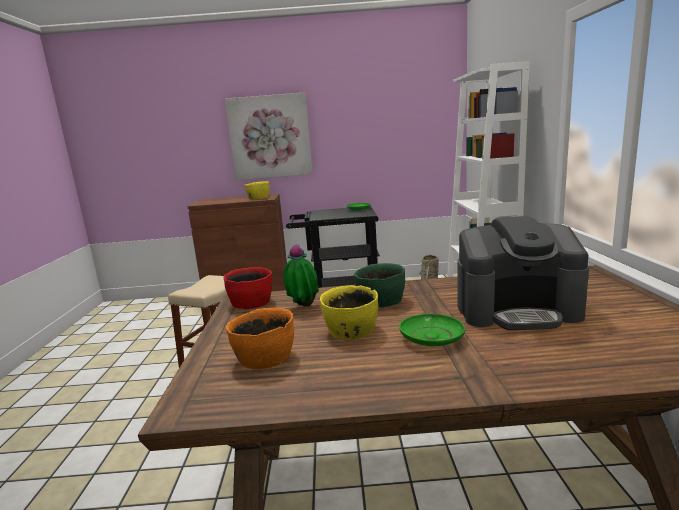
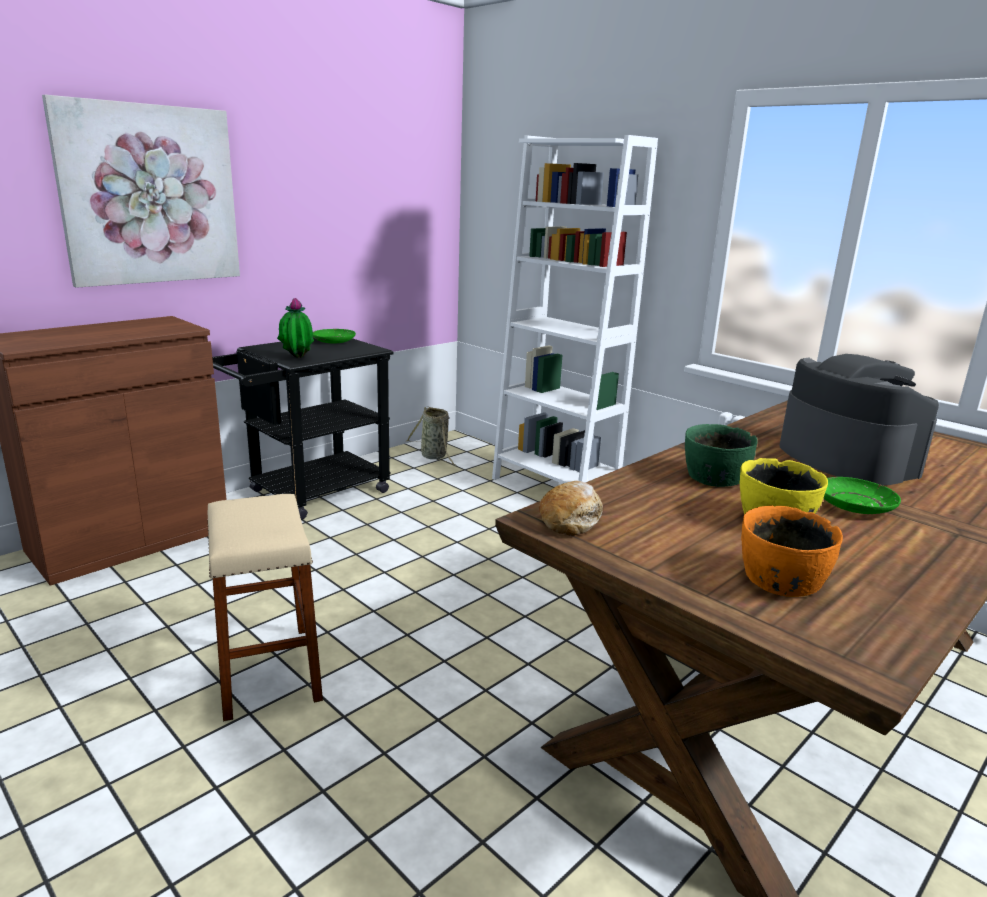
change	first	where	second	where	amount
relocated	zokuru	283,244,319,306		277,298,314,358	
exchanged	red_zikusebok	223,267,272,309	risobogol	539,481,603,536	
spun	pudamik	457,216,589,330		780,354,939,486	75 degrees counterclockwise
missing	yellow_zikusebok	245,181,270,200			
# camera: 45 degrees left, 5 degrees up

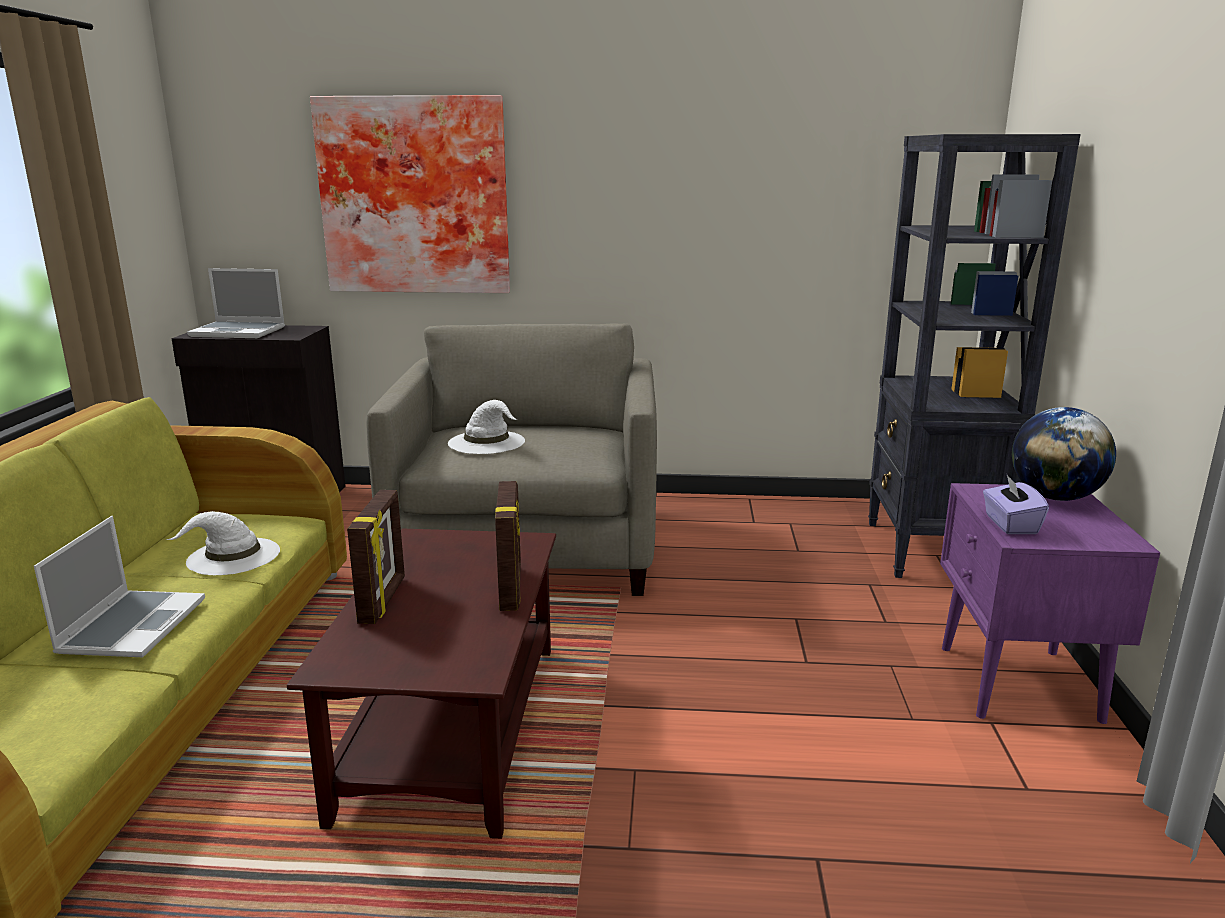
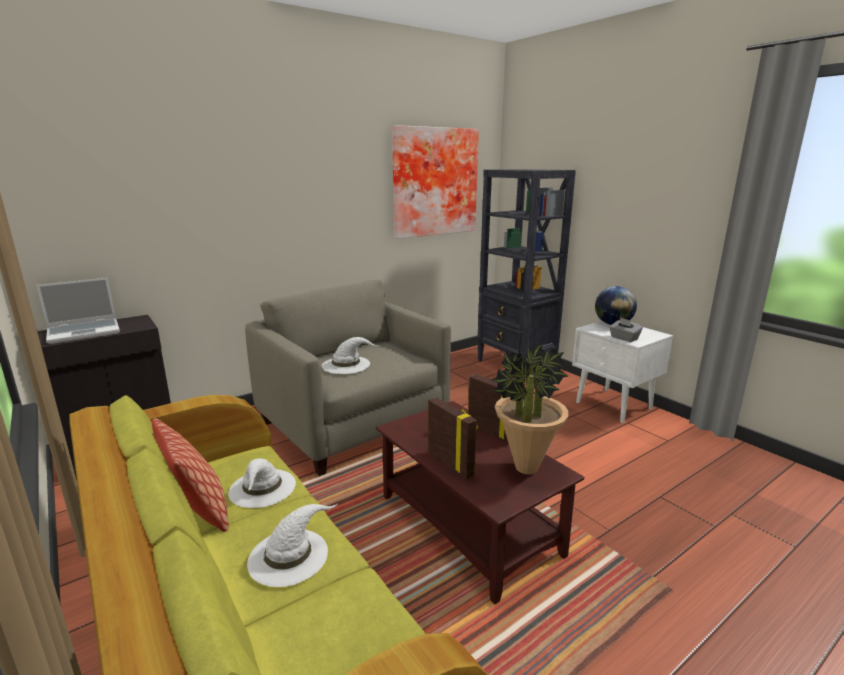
change	first	where	second	where	amount
appeared			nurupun	152,418,229,532	
exchanged	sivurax	34,516,205,657	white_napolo	247,504,337,587	
relocated	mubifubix	310,95,510,293		392,125,479,239	
appeared			zokuru	491,343,569,474	
colour	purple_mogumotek	940,483,1160,724	white_mogumotek	572,321,673,423	
colour	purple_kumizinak	983,475,1049,534	grey_kumizinak	609,318,643,342	
# camera: 40 degrees left, 0 degrees up

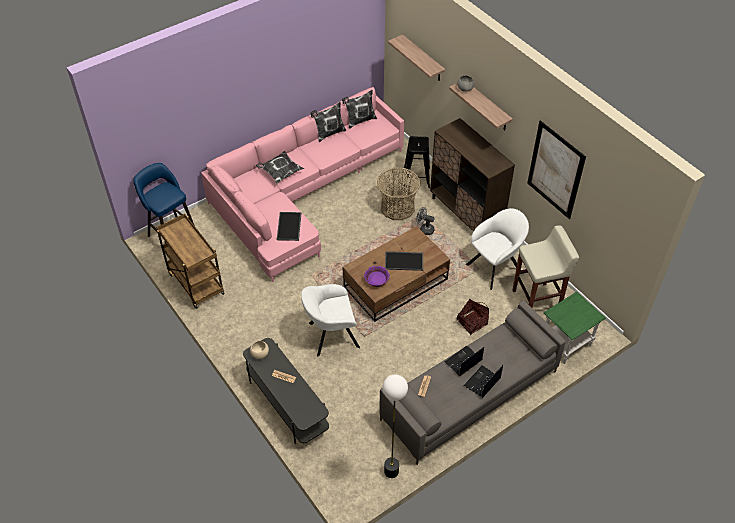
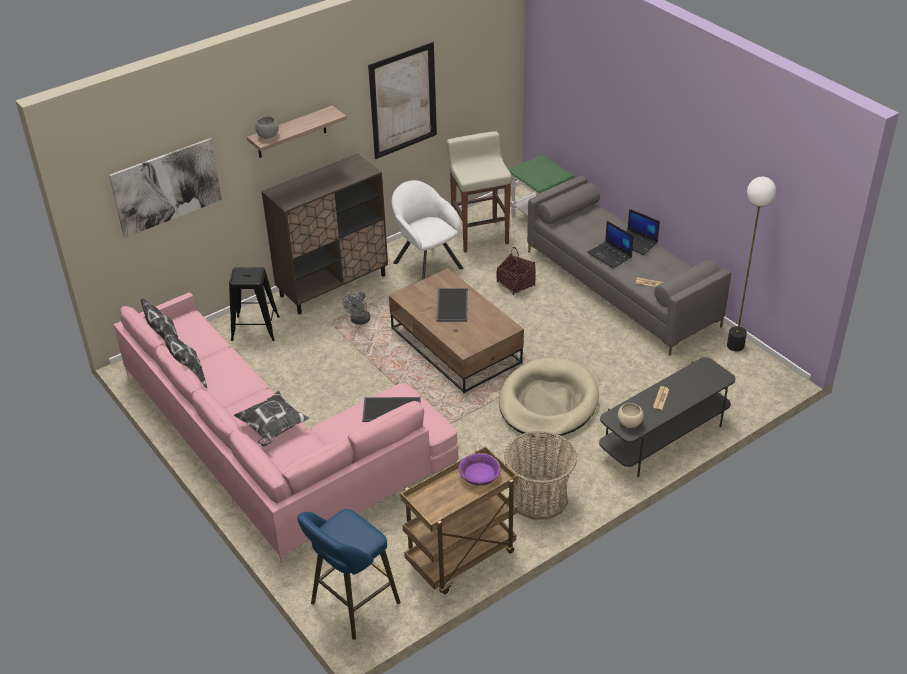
change	first	where	second	where	amount
exchanged	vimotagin	388,34,445,81	mubifubix	109,138,222,238	
relocated	purple_zikusebok	364,266,390,287		458,453,501,486	
exchanged	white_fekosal	301,284,360,356	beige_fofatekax	499,358,599,438	
relocated	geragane	377,167,420,220		504,431,577,520	
# camera: 90 degrees left, 10 degrees down

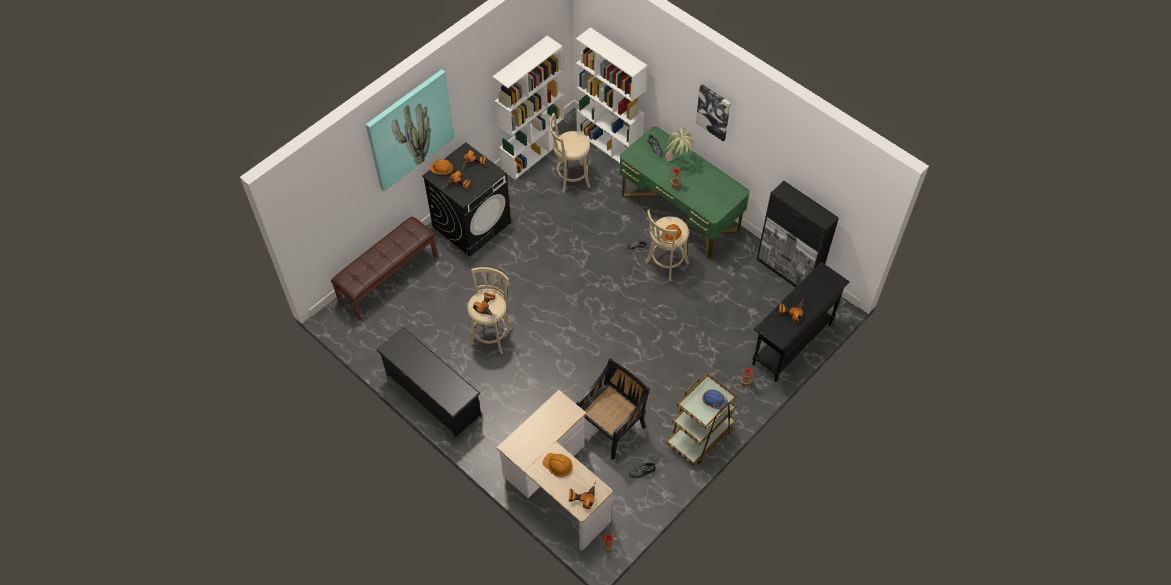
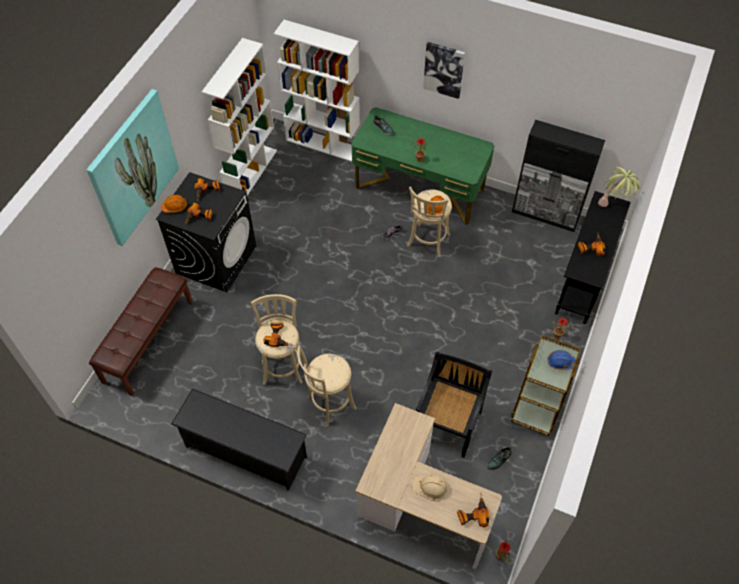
change	first	where	second	where	amount
relocated	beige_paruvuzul	549,113,590,193		297,345,356,426	
colour	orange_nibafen	542,453,573,477	beige_nibafen	413,474,449,501	
relocated	zokuru	665,127,694,161		598,167,640,207	
# camera: 20 degrees left, 0 degrees up

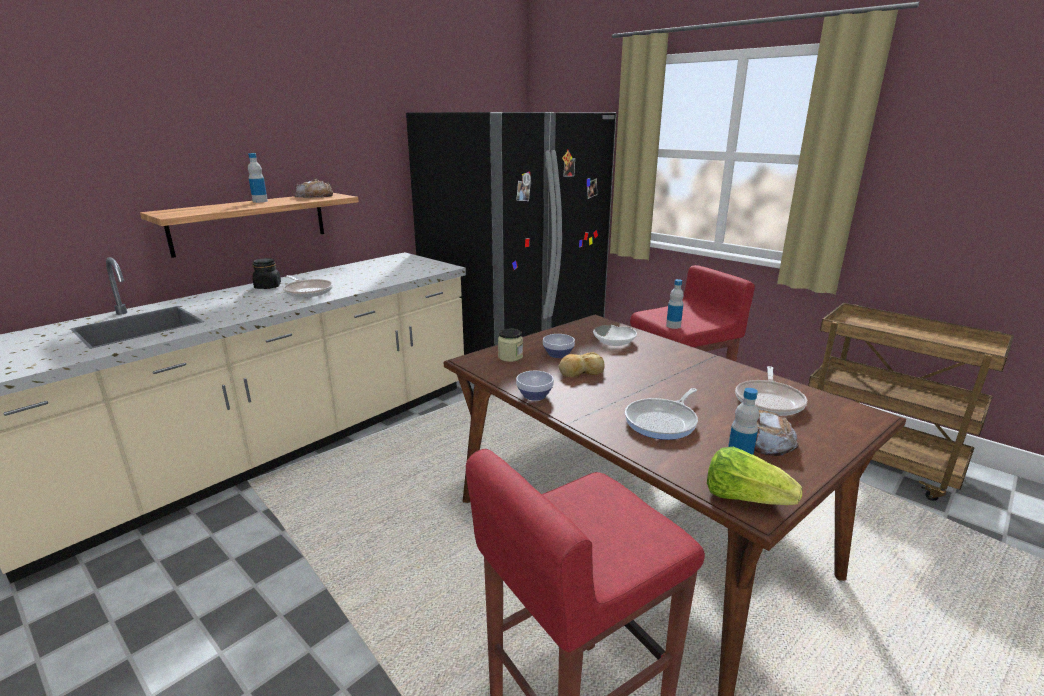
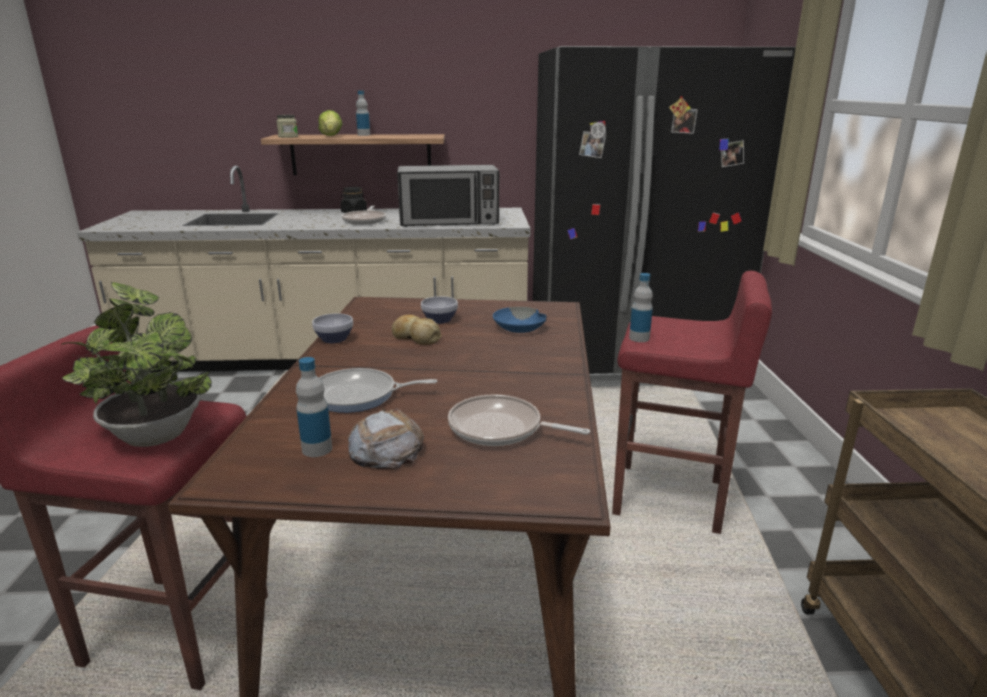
change	first	where	second	where	amount
appeared			zokuru	61,282,212,447	
relocated	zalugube	498,329,523,362		276,115,298,138	
relocated	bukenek	707,447,802,505		318,110,343,136	
appeared			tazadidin	397,165,499,227	
spun	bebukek	735,366,807,416		448,394,590,446	45 degrees clockwise
colour	white_zikusebok	593,325,637,346	blue_zikusebok	493,307,547,333	
missing	risobogol	295,179,333,198			
# camera: 45 degrees right, 0 degrees up

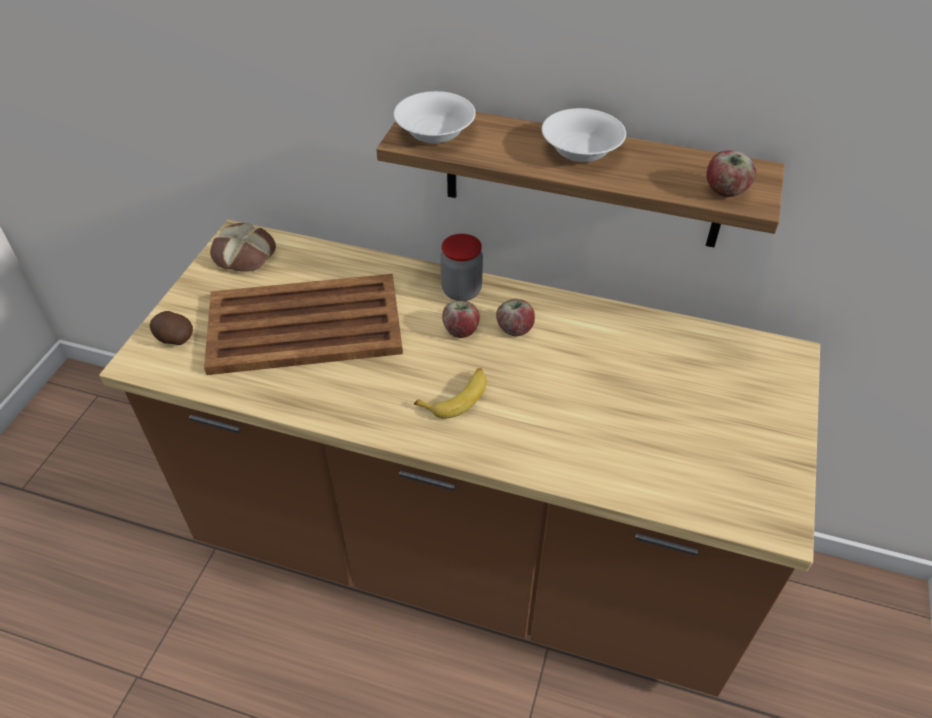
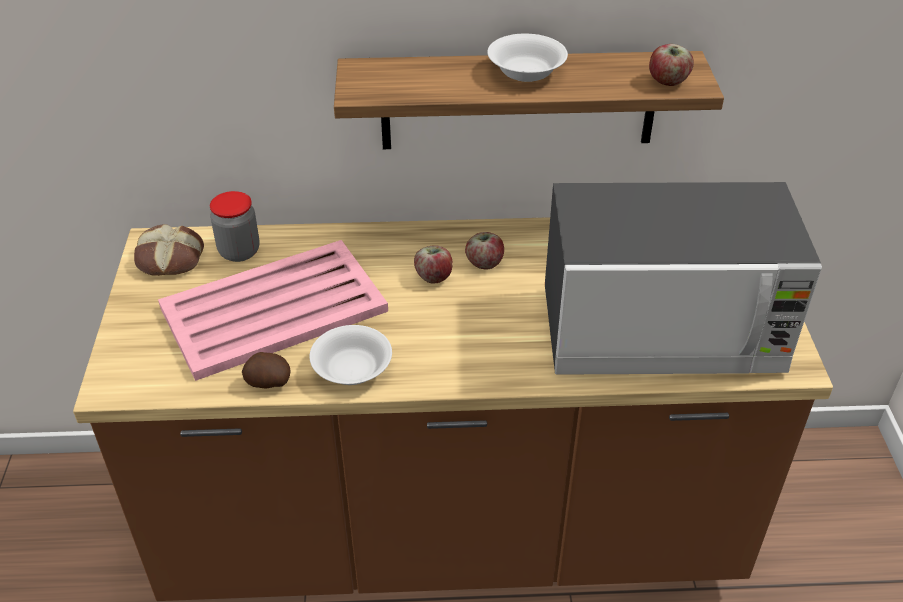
change	first	where	second	where	amount
colour	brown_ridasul	204,274,403,375	pink_ridasul	158,240,388,381	
relocated	zalugube	440,234,483,301		210,191,260,262	
relocated	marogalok	150,311,193,345		242,352,291,388	
relocated	white_zikusebok	394,91,476,143		309,325,392,385	
appeared			tazadidin	545,182,822,375	
missing	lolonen	414,368,487,418			
# camera: 20 degrees left, 5 degrees down

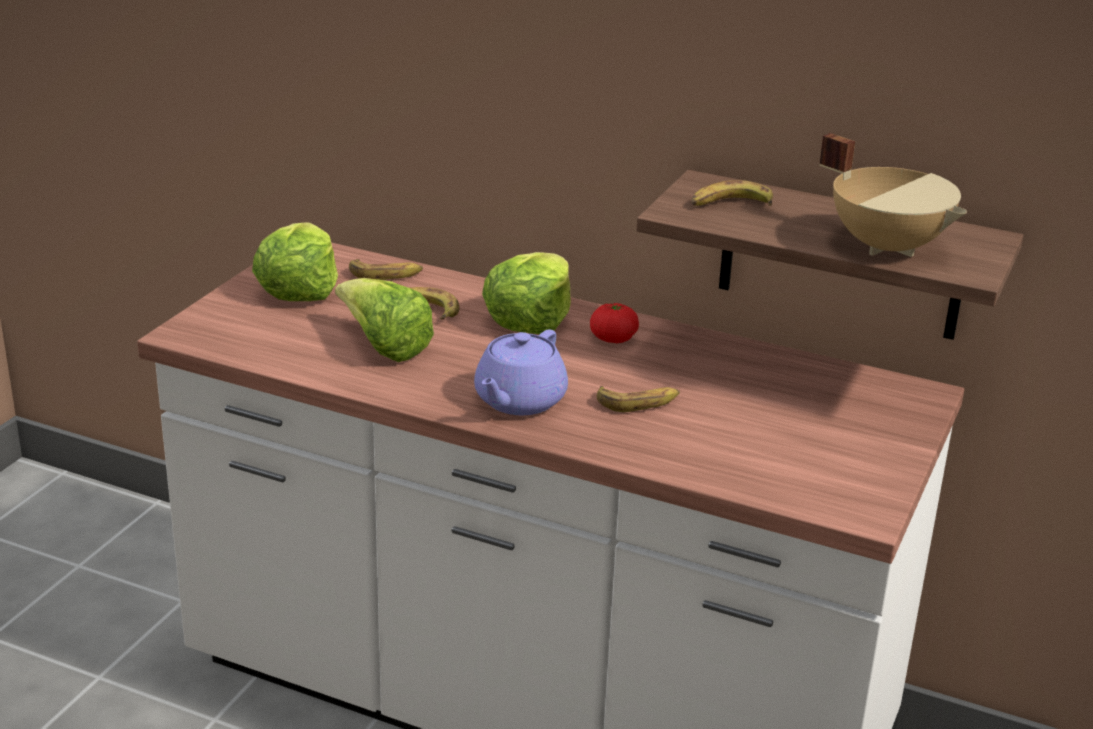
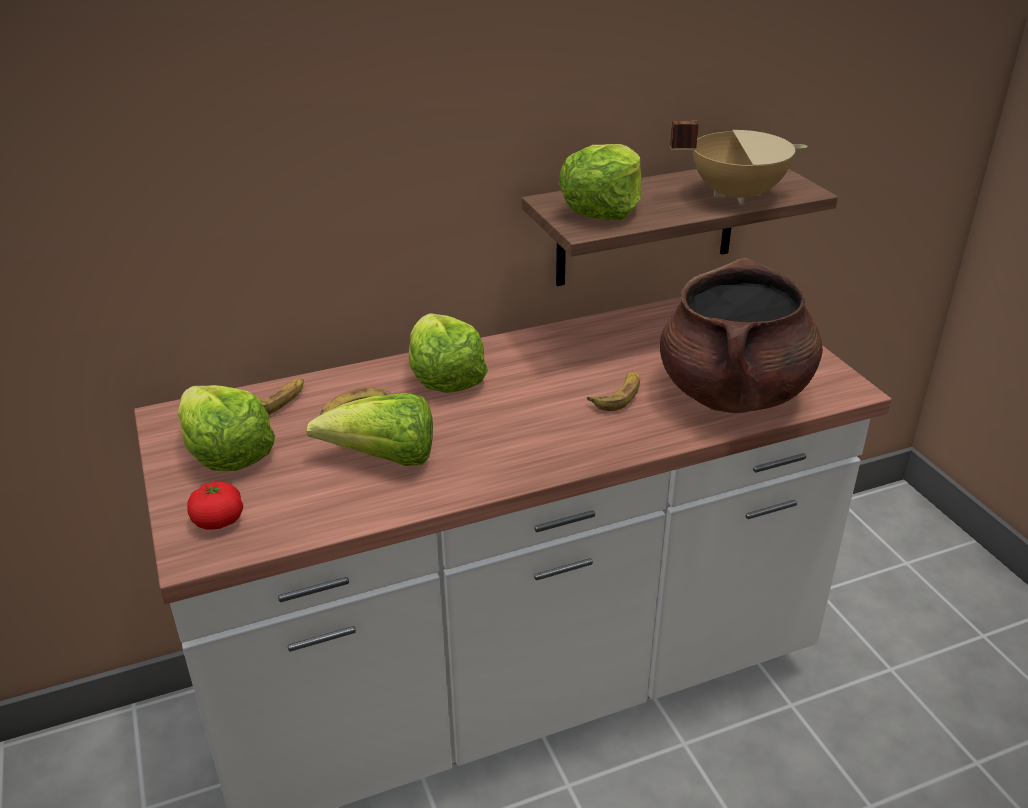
change	first	where	second	where	amount
relocated	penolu	590,303,639,343		187,482,243,530	
exchanged	lolonen	692,180,773,206	bukenek	558,144,642,220	
appeared			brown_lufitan	660,258,823,413	
missing	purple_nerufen	474,329,568,415			
# camera: 45 degrees left, 5 degrees up

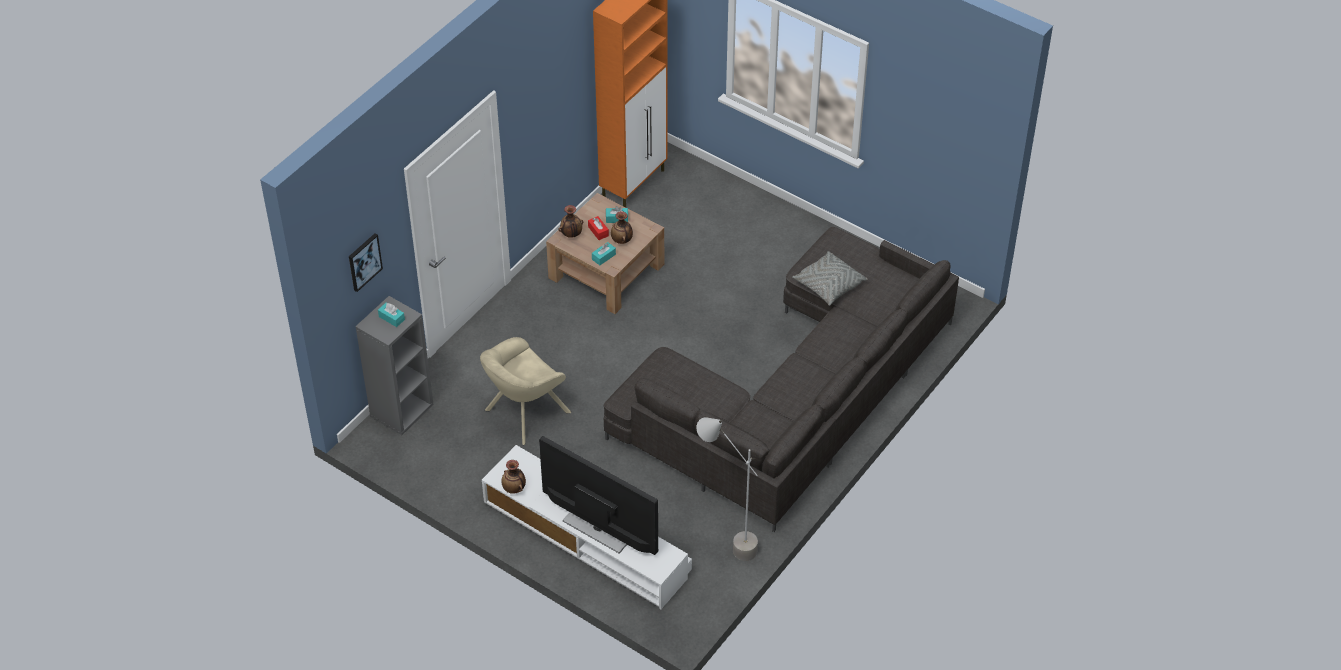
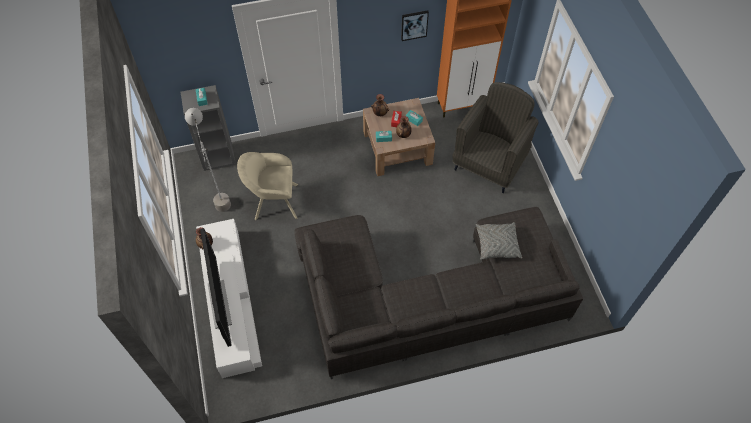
change	first	where	second	where	amount
relocated	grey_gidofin	696,417,758,561		185,108,231,212	
relocated	mubifubix	349,233,383,292		401,10,429,41	
appeared			grey_fekosal	452,82,539,193	
# camera: 40 degrees right, 10 degrees up

